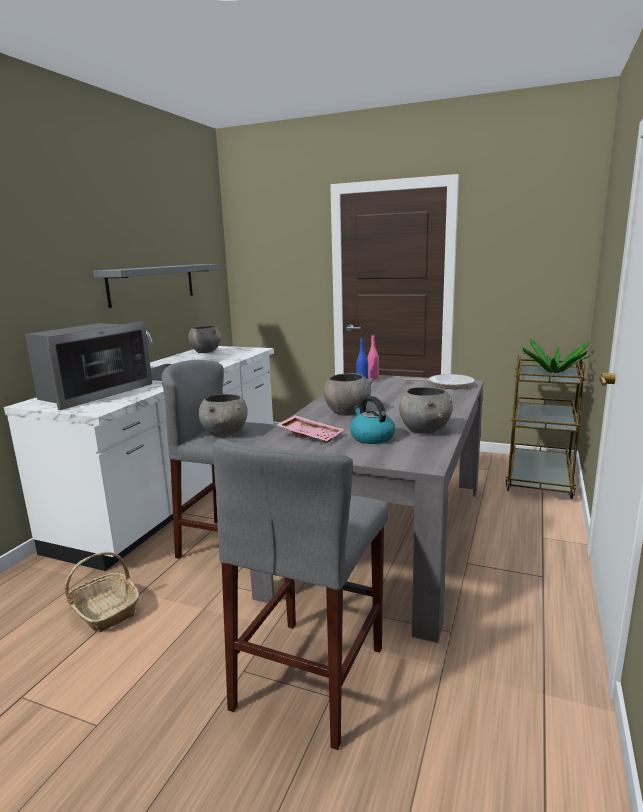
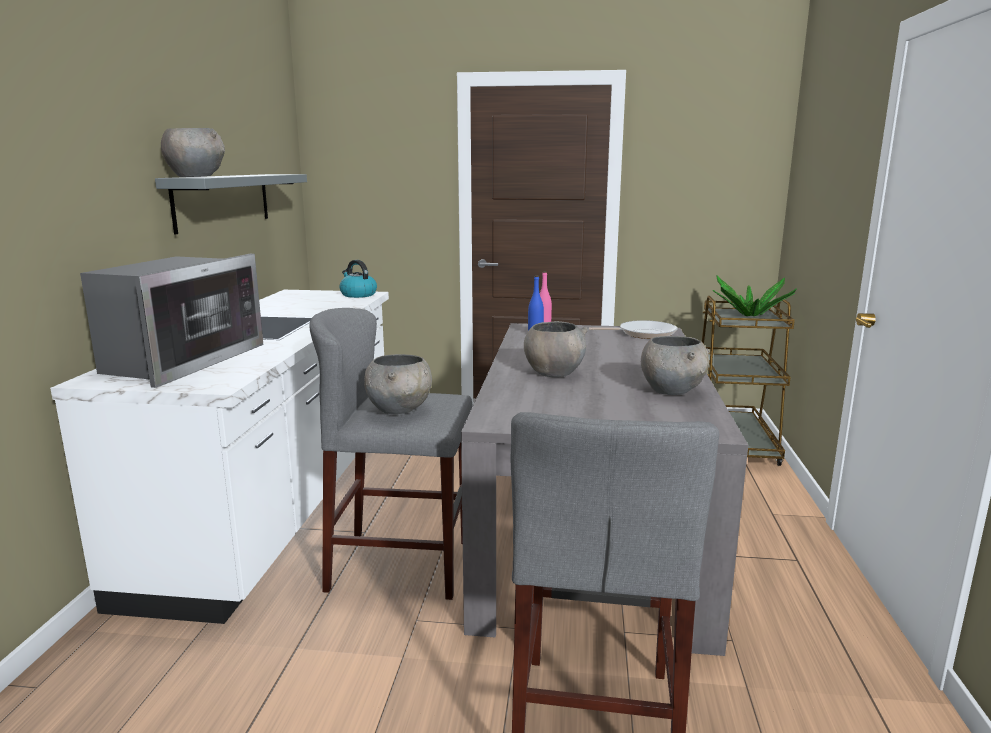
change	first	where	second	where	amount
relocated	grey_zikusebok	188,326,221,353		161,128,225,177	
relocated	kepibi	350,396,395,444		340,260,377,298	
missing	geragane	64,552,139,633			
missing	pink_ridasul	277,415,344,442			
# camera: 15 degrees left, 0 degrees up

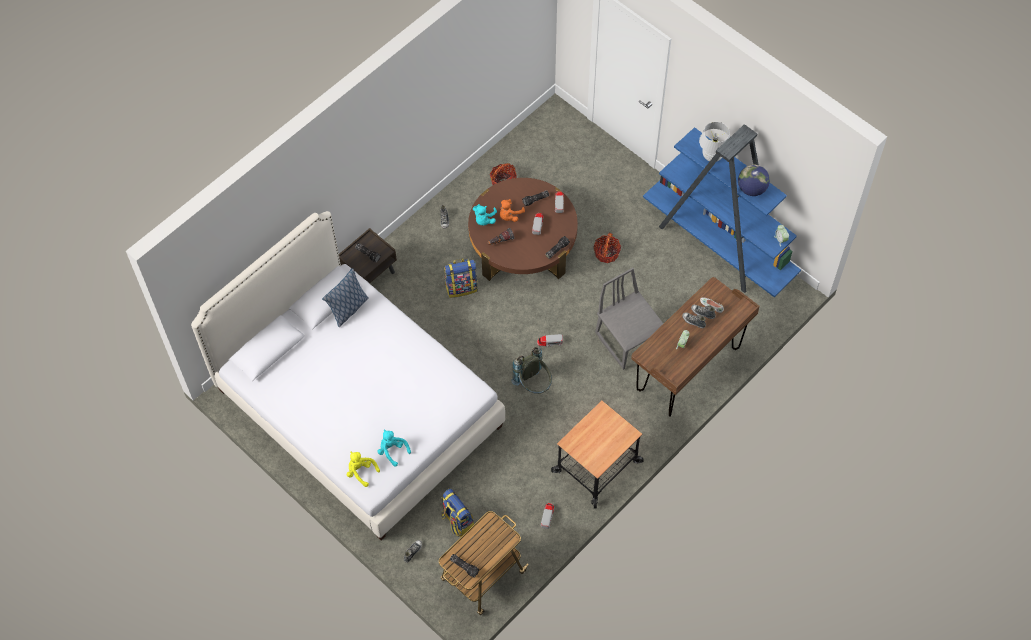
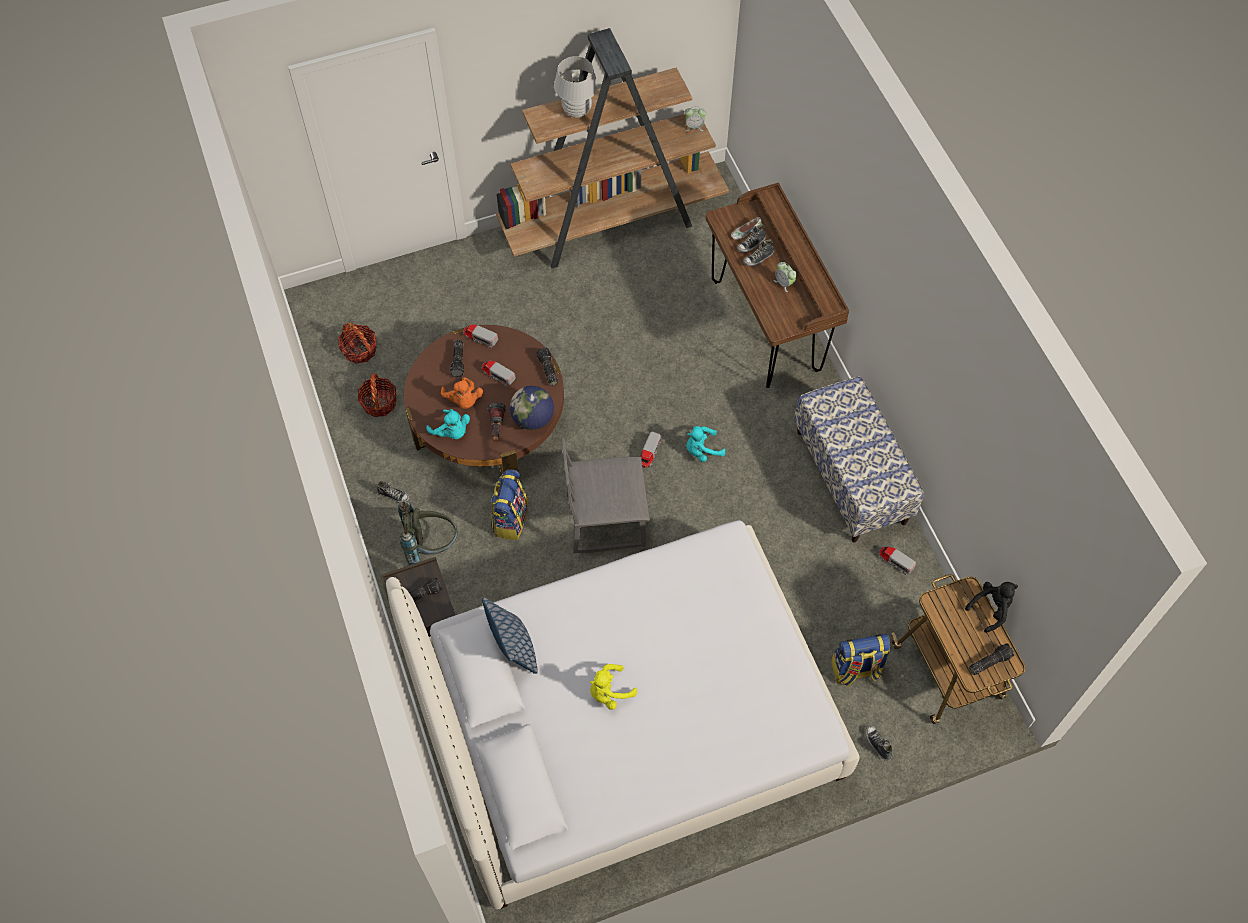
change	first	where	second	where	amount
relocated	geragane	593,233,621,263		338,323,376,364	
relocated	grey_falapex	511,347,552,394		398,501,458,566	
colour	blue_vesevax	643,124,801,297	brown_vesevax	496,28,729,268	
relocated	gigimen	738,165,770,196		510,386,554,430	
relocated	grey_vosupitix	595,268,663,370		561,437,650,553	
relocated	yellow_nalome	347,452,380,487		590,664,637,710	
relocated	turquoise_nalome	377,430,411,467		686,426,726,462	
exchanged	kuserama	551,400,644,508	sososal	794,376,924,543	
appeared			black_nalome	965,582,1018,633	
# camera: 65 degrees left, 0 degrees up

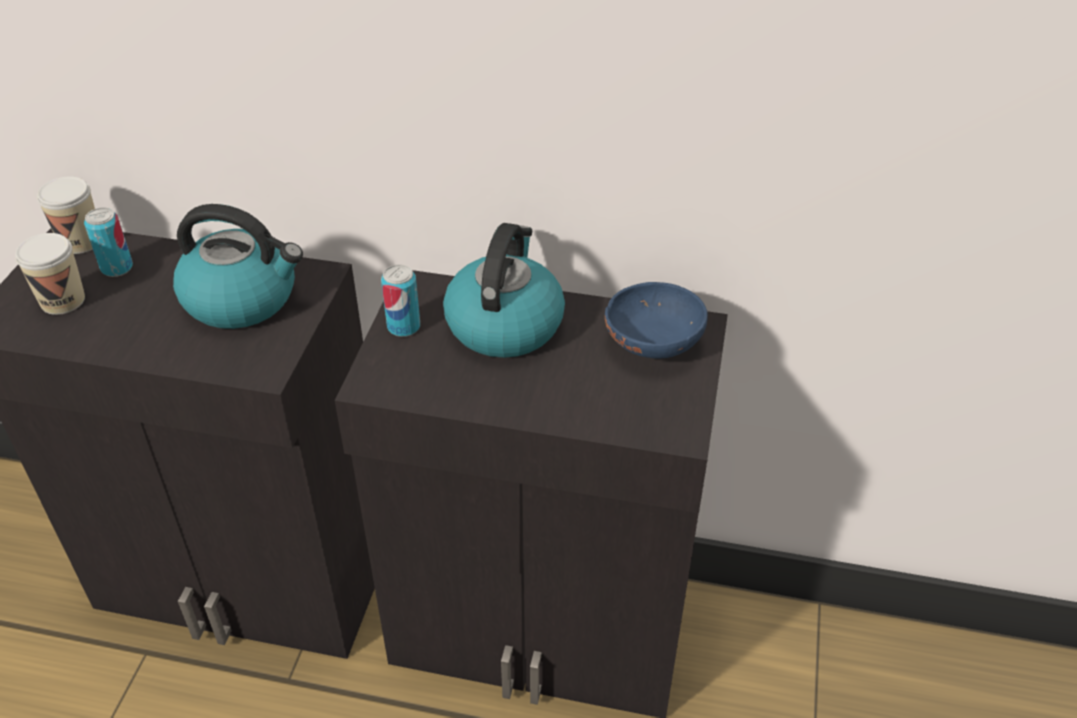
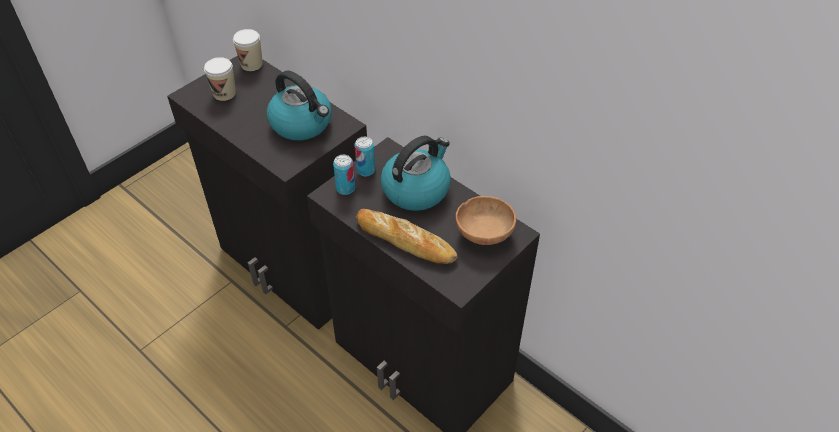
change	first	where	second	where	amount
relocated	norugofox	84,207,133,277		333,155,355,195	
appeared			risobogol	356,209,457,264	
colour	blue_zikusebok	605,282,708,358	brown_zikusebok	455,196,516,245	
# camera: 30 degrees right, 5 degrees up

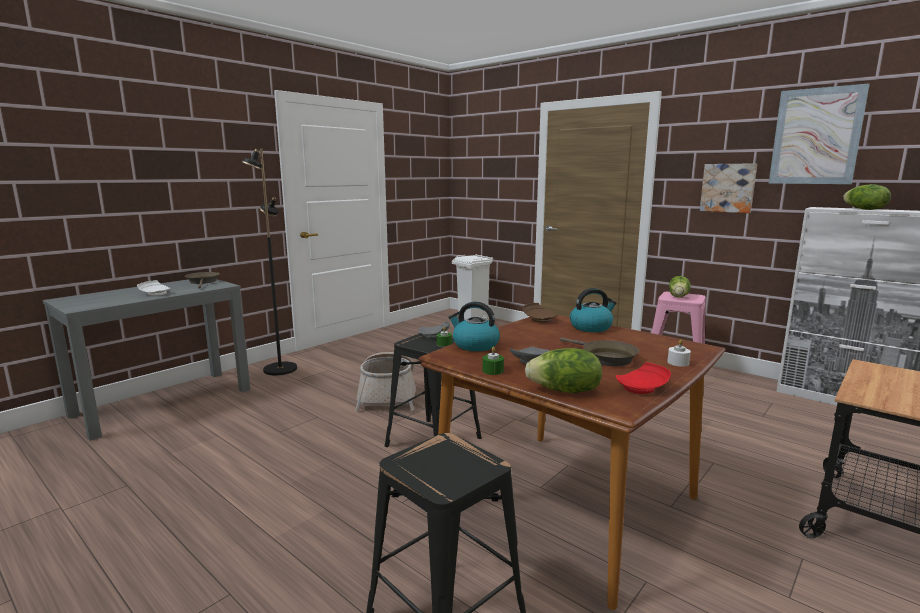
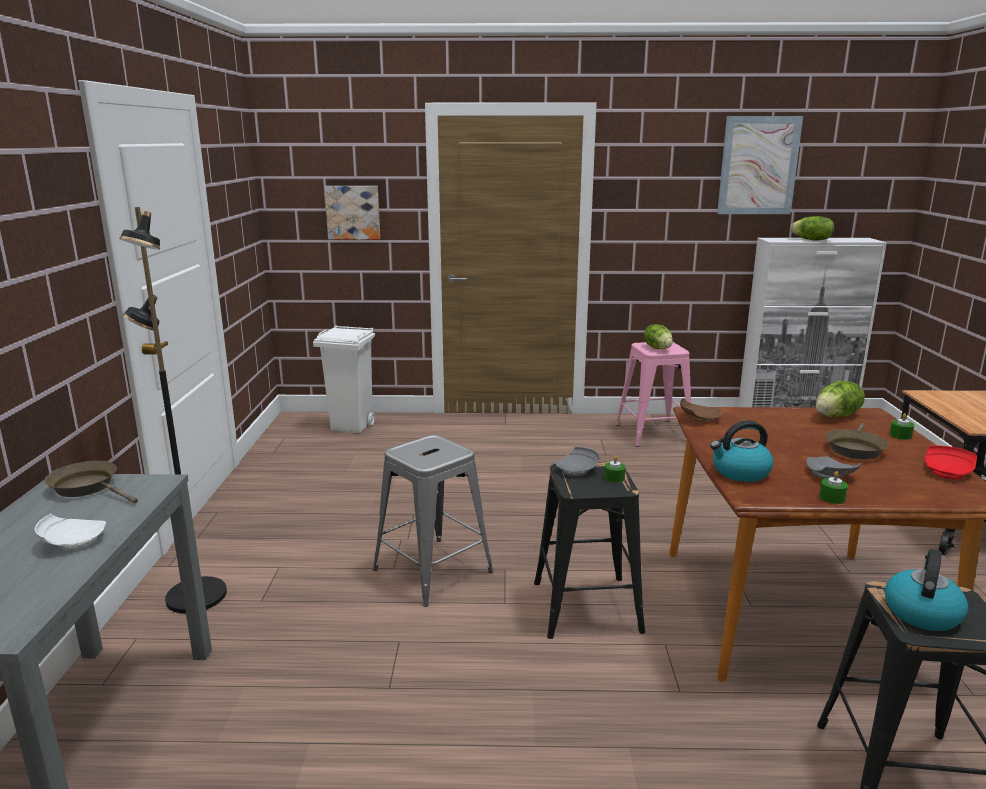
change	first	where	second	where	amount
relocated	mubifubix	700,163,757,213		324,186,380,240	
exchanged	geragane	355,352,416,412	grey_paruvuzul	373,435,493,607	
relocated	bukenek	525,348,602,393		816,381,865,417	
spun	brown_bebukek	560,337,640,366		826,423,889,460	105 degrees clockwise
relocated	kepibi	570,288,617,332		885,549,968,631	
colour	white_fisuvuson	667,339,691,367	green_fisuvuson	889,413,914,440	
# camera: 40 degrees left, 5 degrees up

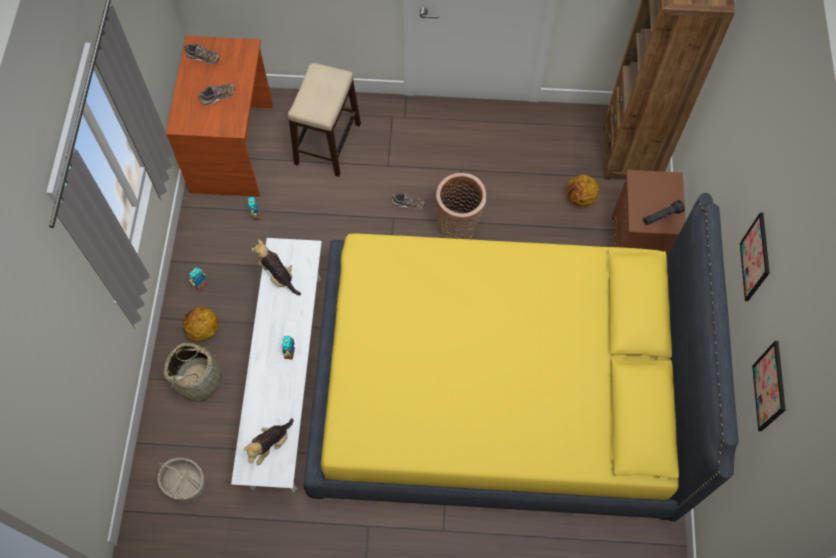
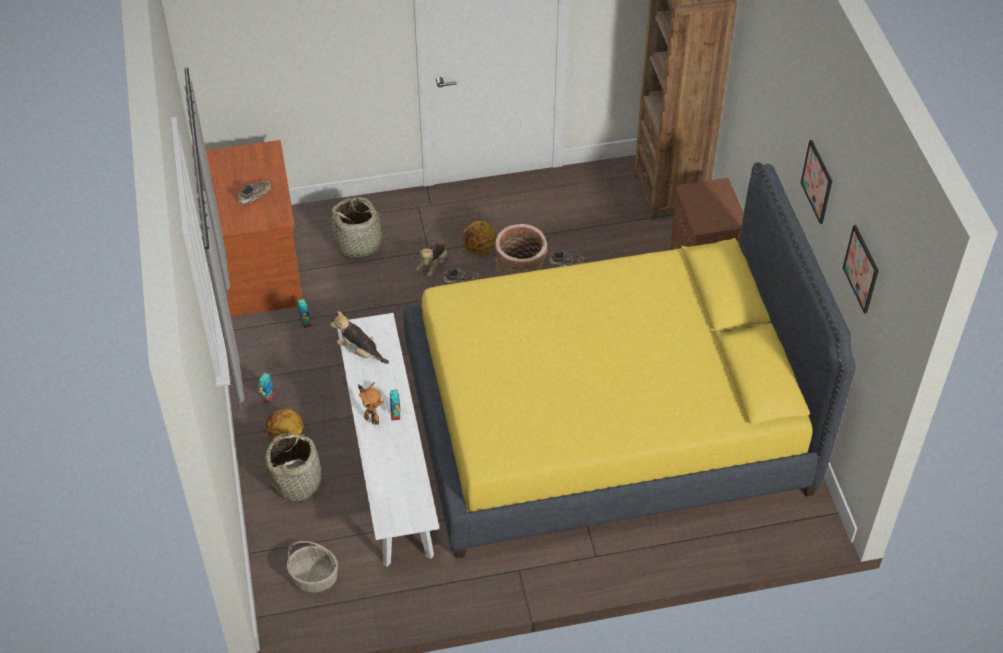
change	first	where	second	where	amount
exchanged	paruvuzul	288,63,361,177	geragane	329,197,392,259	
appeared			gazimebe	358,382,384,425	
relocated	nalome	243,418,294,465		416,244,448,277	
relocated	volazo	566,175,599,207		463,221,496,255	
relocated	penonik	184,44,220,64		549,250,585,267	
missing	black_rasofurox	643,200,685,225			
# camera: 15 degrees left, 15 degrees down

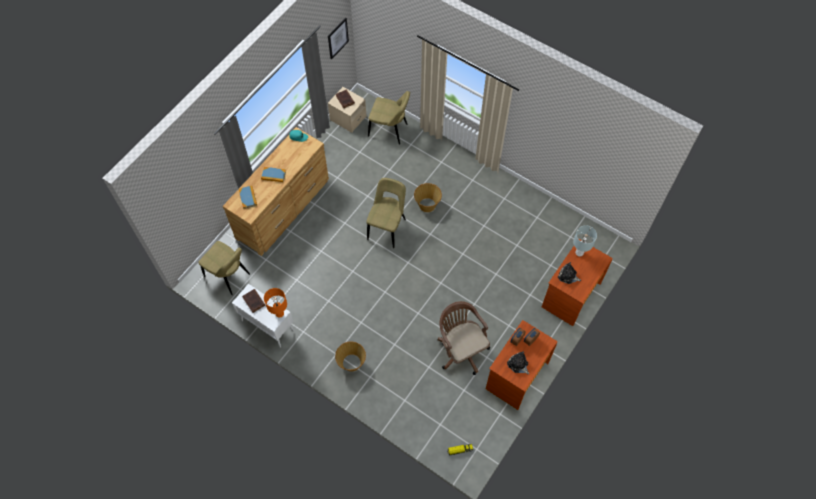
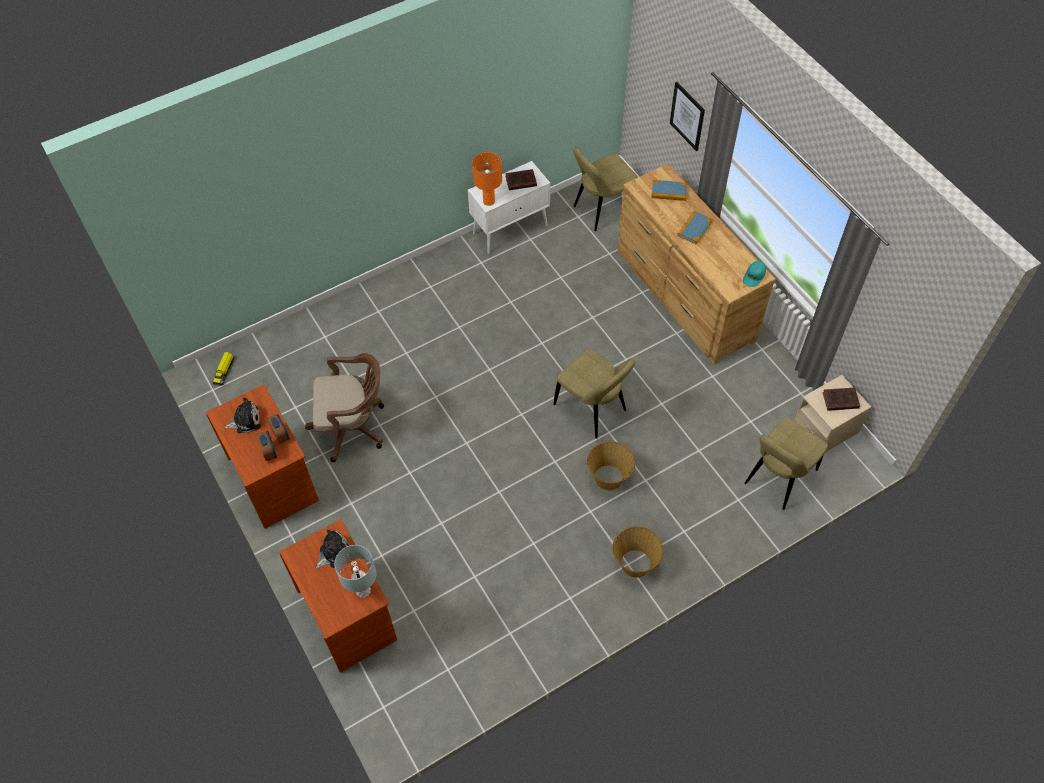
change	first	where	second	where	amount
relocated	geragane	335,342,366,371		612,526,663,578	
relocated	mubifubix	328,17,349,60		670,82,705,151	
# camera: 115 degrees right, 5 degrees down

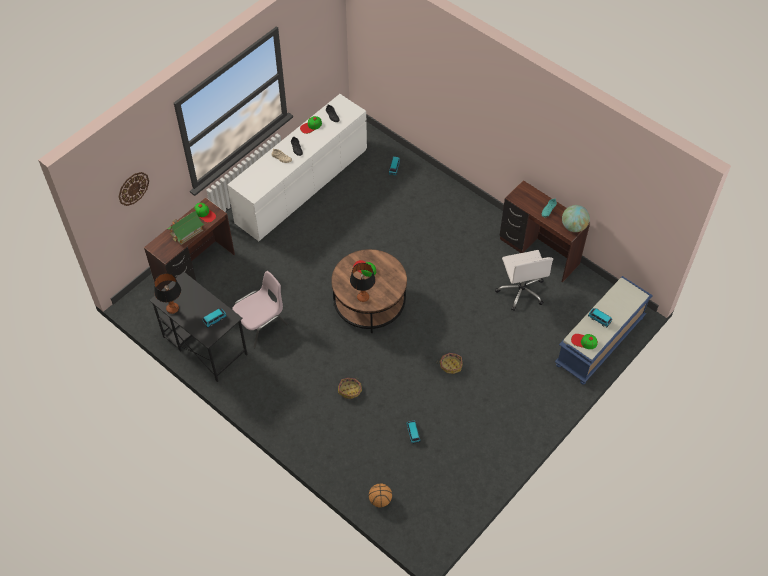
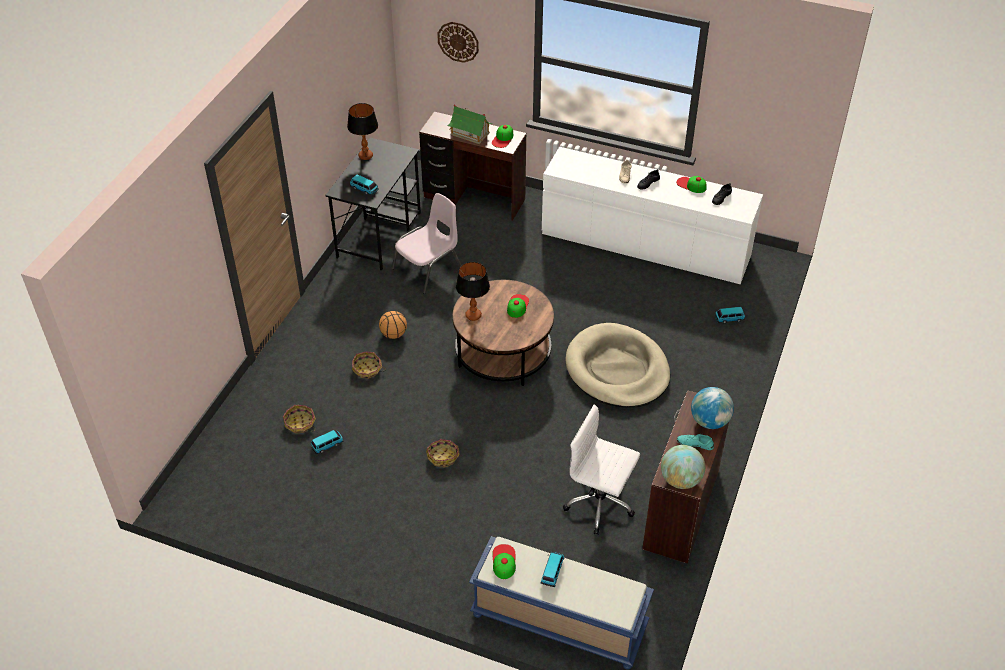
change	first	where	second	where	amount
appeared			geragane	283,405,316,433	
relocated	volazo	369,483,392,508		379,311,407,339	
spun	pink_vosupitix	232,271,288,348		392,193,462,294	75 degrees counterclockwise
spun	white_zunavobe	495,250,553,311		563,404,640,534	60 degrees clockwise
appeared			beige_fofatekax	566,323,670,408	
appeared			gigimen	691,387,734,429	
# camera: 70 degrees right, 10 degrees down

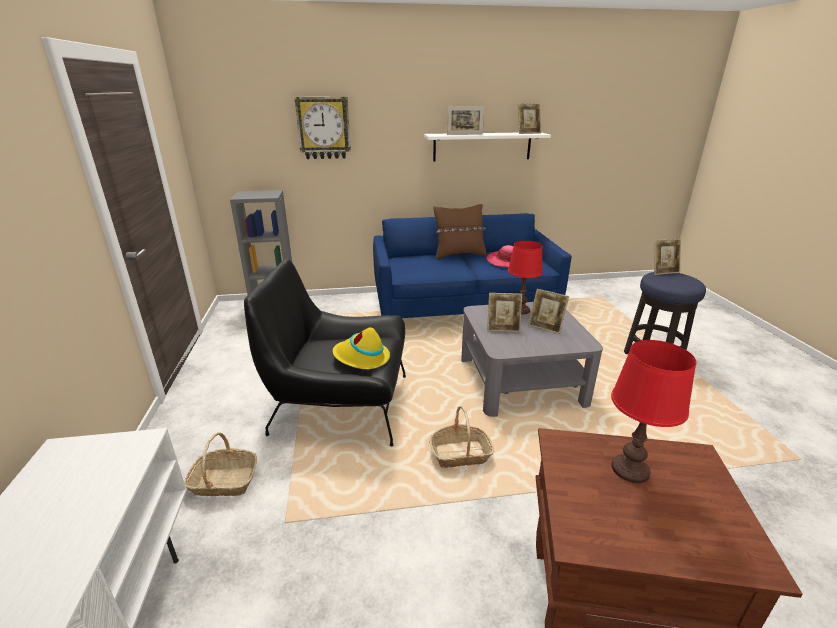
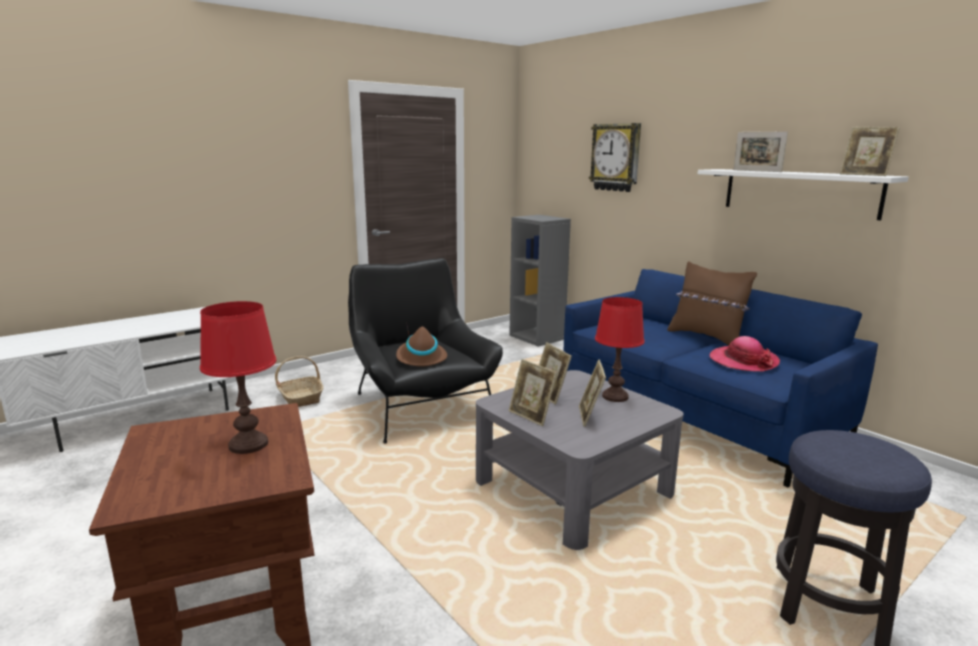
change	first	where	second	where	amount
colour	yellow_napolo	333,327,390,369	brown_napolo	396,326,447,367	
relocated	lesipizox	654,239,681,275		508,359,557,426	
missing	geragane	429,406,494,468			
# camera: 60 degrees right, 10 degrees down

